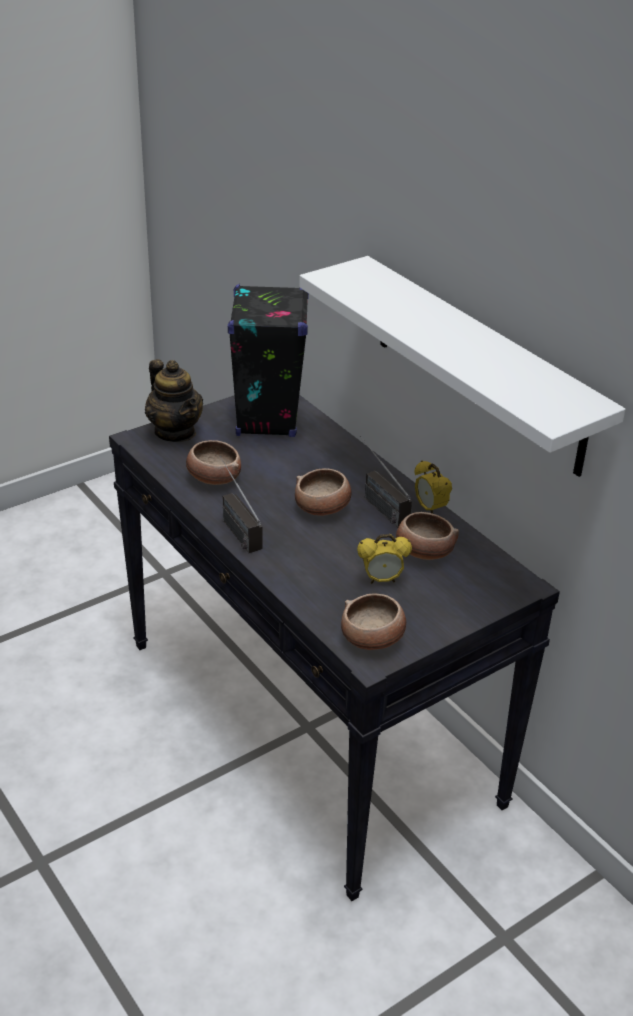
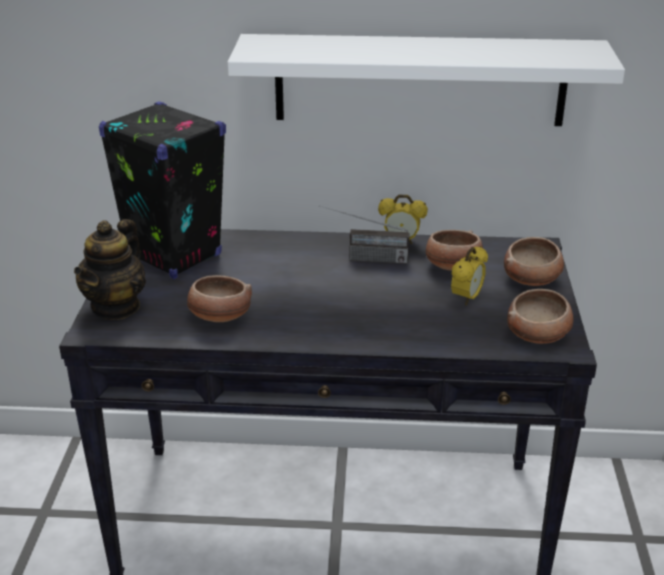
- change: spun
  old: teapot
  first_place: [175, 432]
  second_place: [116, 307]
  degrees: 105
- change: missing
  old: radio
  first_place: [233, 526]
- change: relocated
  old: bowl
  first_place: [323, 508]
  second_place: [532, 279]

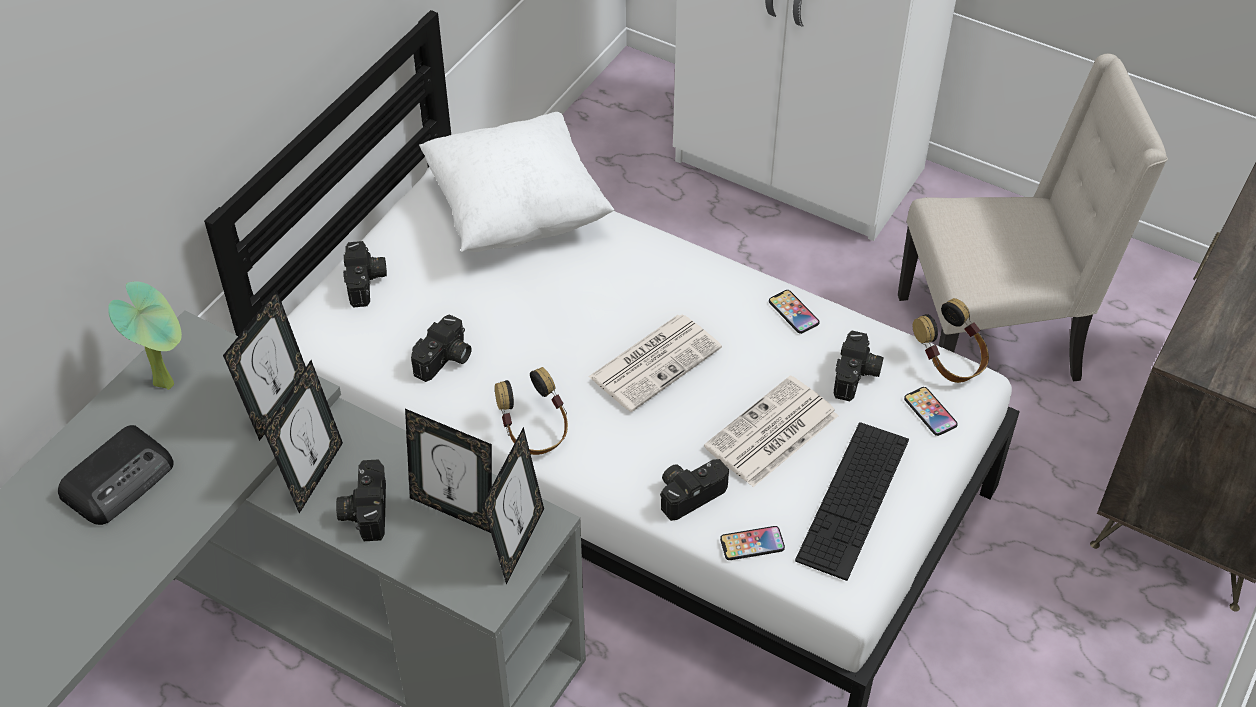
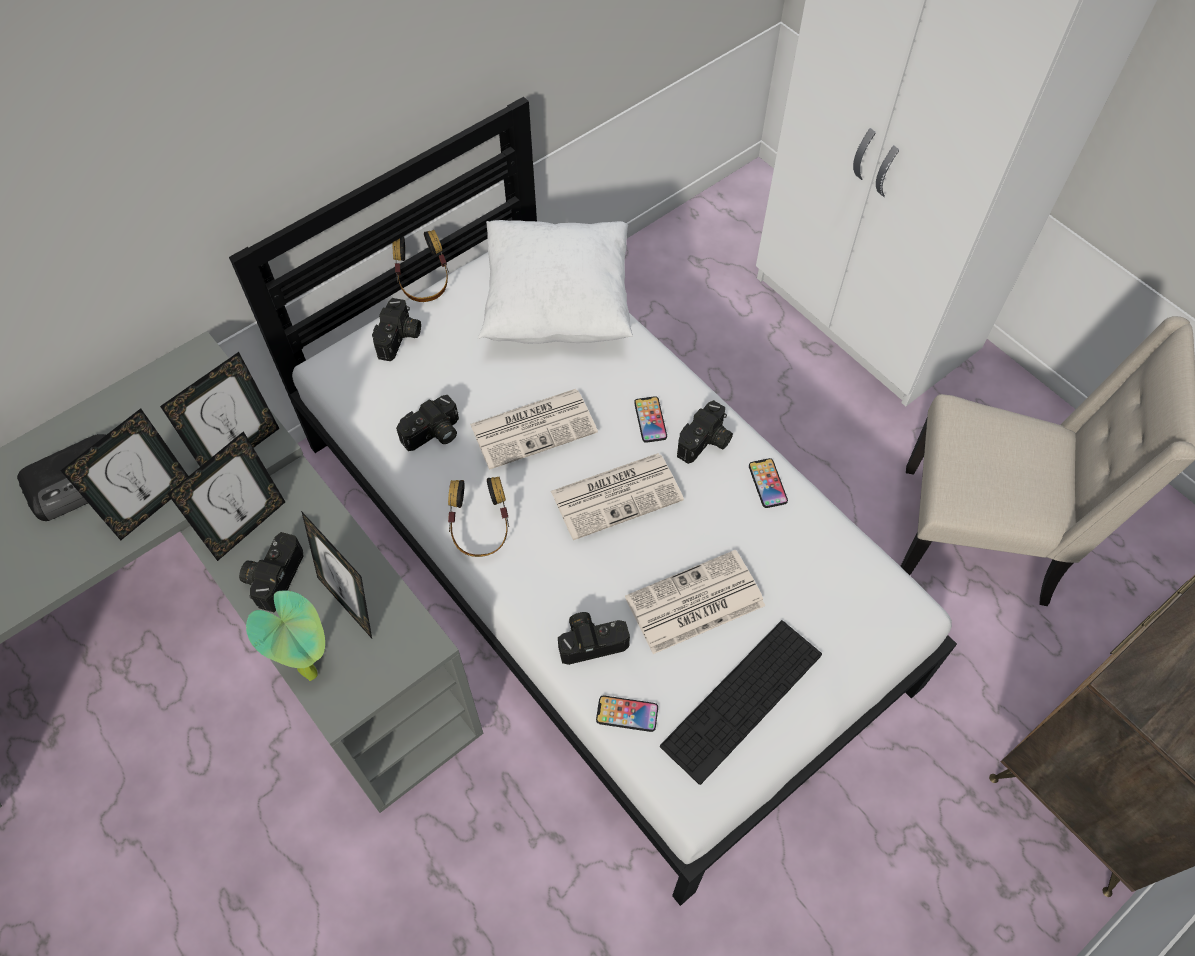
- change: relocated
  old: potted plant
  first_place: [168, 381]
  second_place: [313, 670]
- change: relocated
  old: headphones
  first_place: [950, 361]
  second_place: [424, 283]
- change: relocated
  old: photo camera
  first_place: [857, 377]
  second_place: [706, 443]
- change: relocated
  old: phone
  first_place: [930, 412]
  second_place: [650, 420]
- change: relocated
  old: picture frame
  first_place: [518, 543]
  second_place: [152, 506]
- change: appeared
  new: newspaper
  second_place: [535, 427]

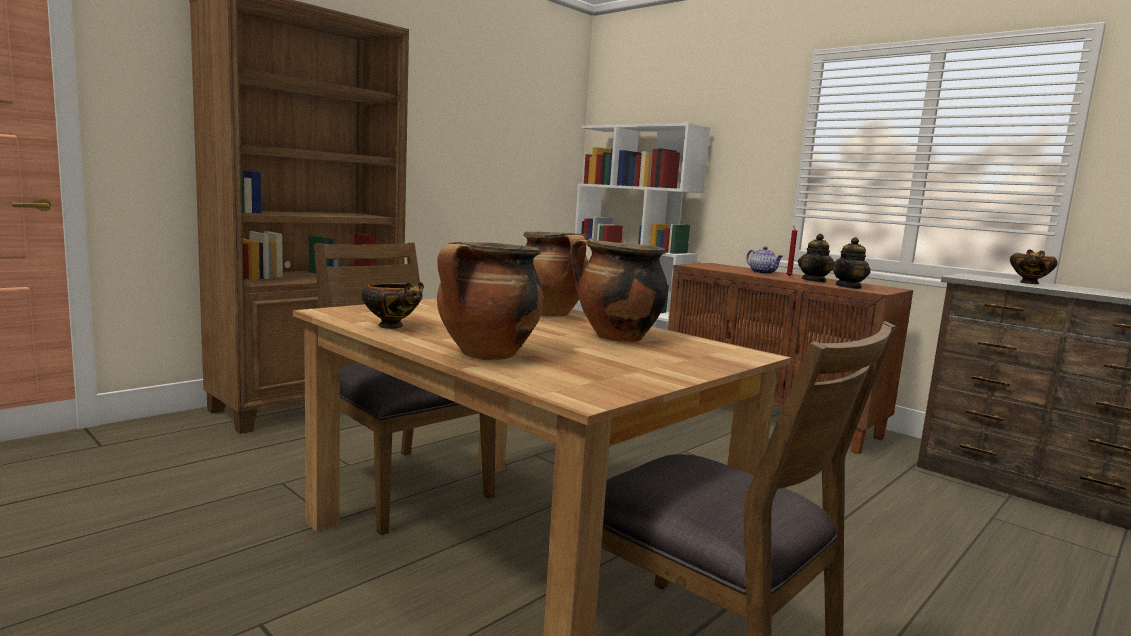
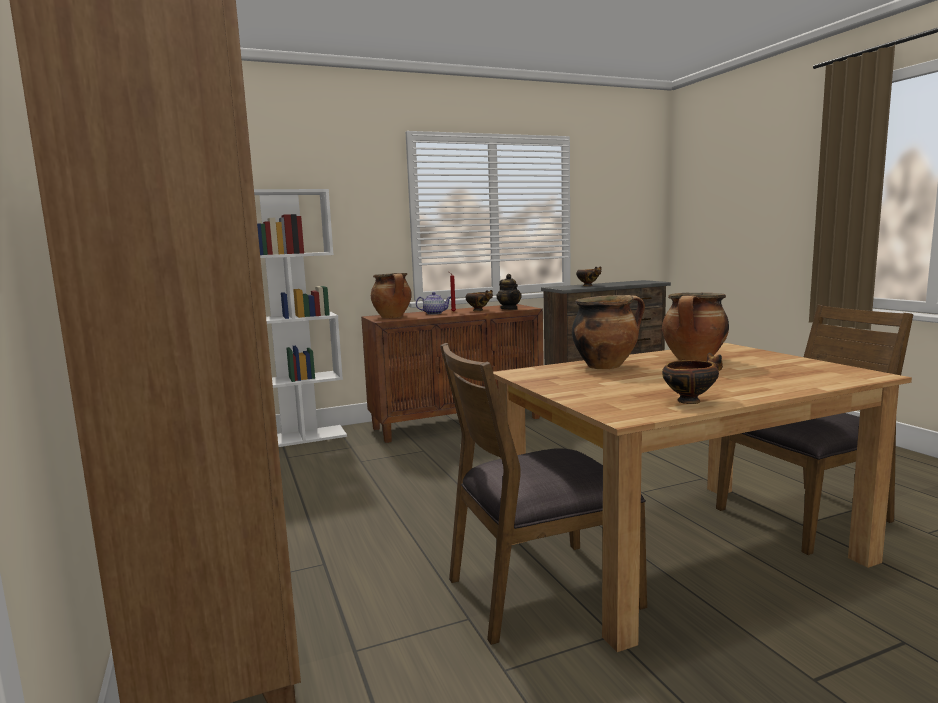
- change: exchanged
  old: teapot
  new: bowl
  first_place: [814, 281]
  second_place: [479, 310]
- change: relocated
  old: cooking pot
  first_place: [487, 355]
  second_place: [393, 317]

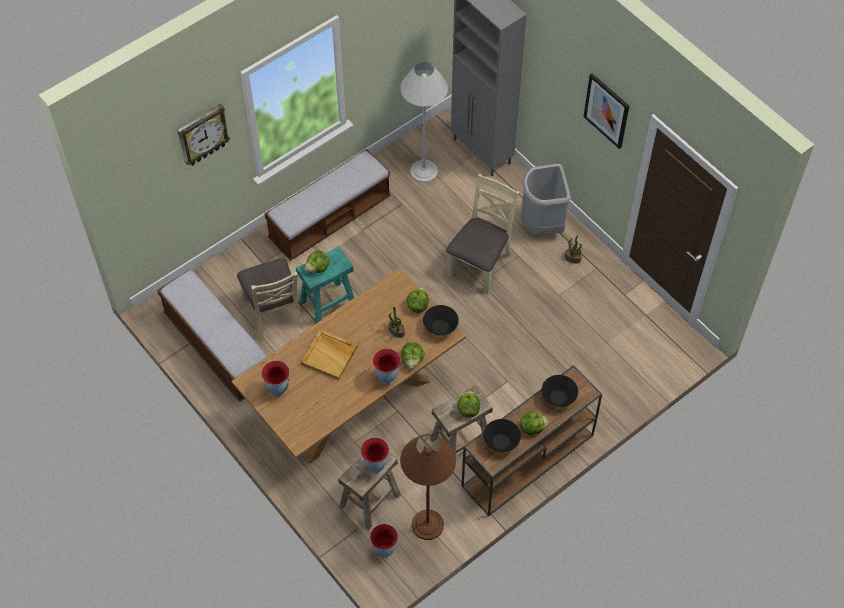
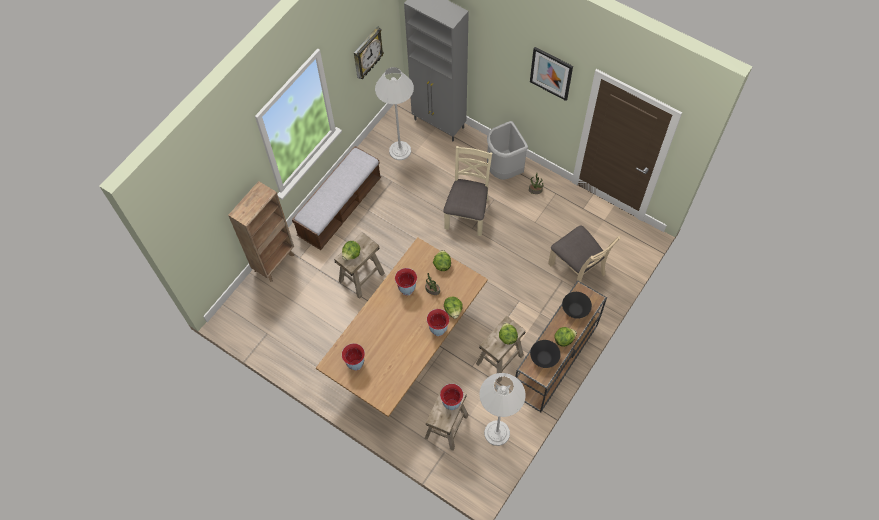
- change: relocated
  old: wall clock
  first_place: [202, 135]
  second_place: [367, 53]
- change: colour
  old: turquoise stool
  new: beige stool
  first_place: [328, 304]
  second_place: [361, 277]
- change: relocated
  old: beige chair
  first_place: [274, 313]
  second_place: [577, 269]
- change: missing
  old: bench
  first_place: [217, 348]
- change: missing
  old: black bowl
  first_place: [440, 327]
- change: missing
  old: beige tray
  first_place: [330, 355]
- change: colour
  old: brown floor lamp
  new: white floor lamp
  first_place: [427, 525]
  second_place: [497, 433]
- change: relocated
  old: vase
  first_place: [384, 551]
  second_place: [407, 290]
- change: appeared
  new: brown bookcase
  second_place: [275, 262]

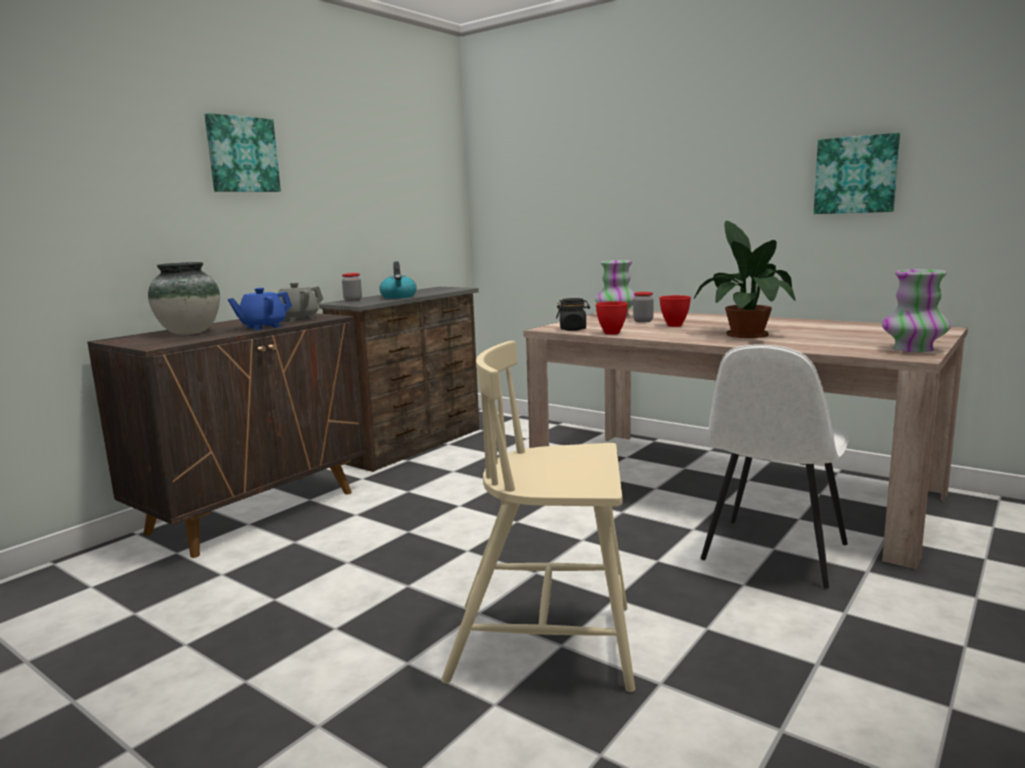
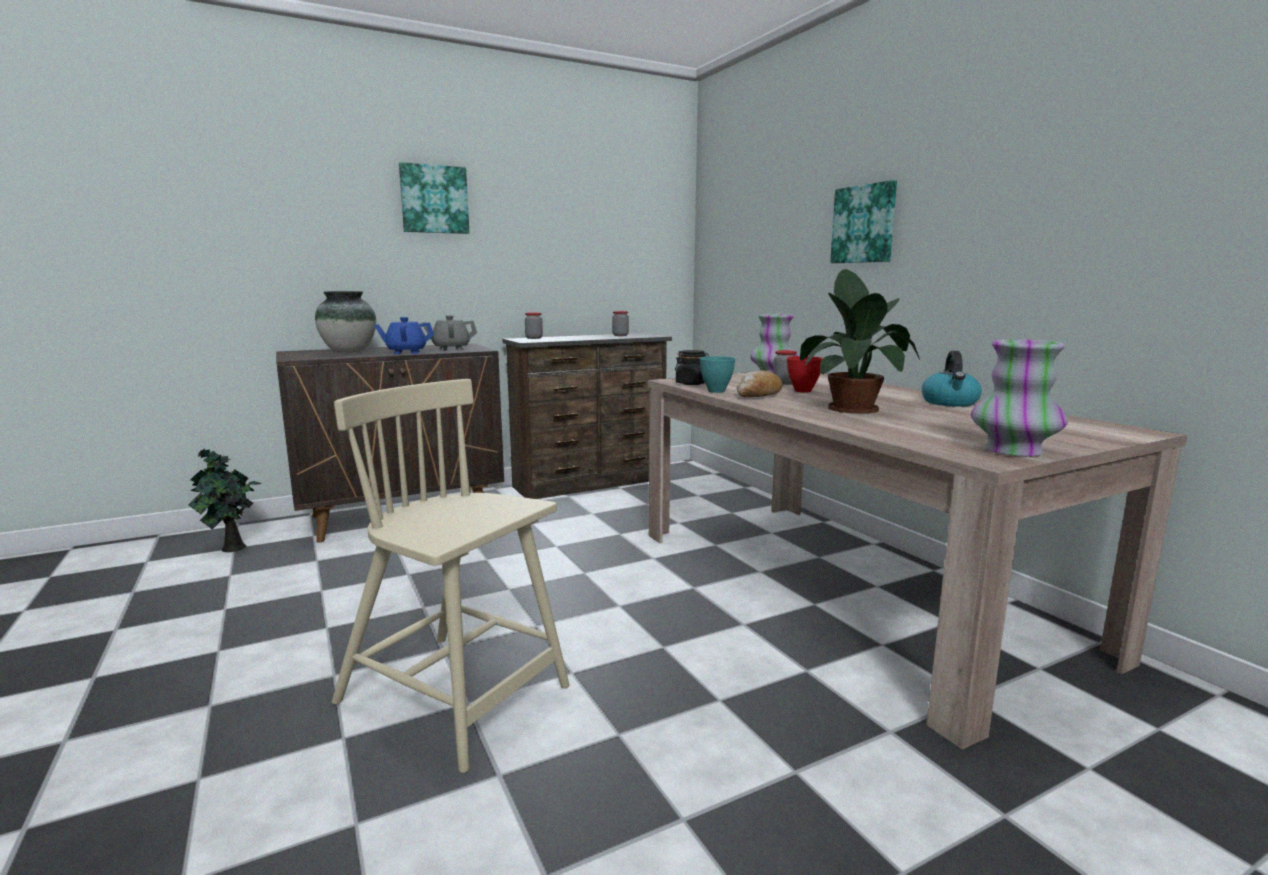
- change: relocated
  old: picture
  first_place: [856, 175]
  second_place: [864, 224]
- change: relocated
  old: kettle
  first_place: [399, 297]
  second_place: [950, 403]
- change: colour
  old: red bowl
  new: turquoise bowl
  first_place: [611, 333]
  second_place: [716, 391]
- change: missing
  old: white chair
  first_place: [773, 553]
- change: appeared
  new: jar
  second_place: [620, 335]
- change: appeared
  new: bread
  second_place: [758, 395]
- change: appeared
  new: potted plant
  second_place: [231, 548]

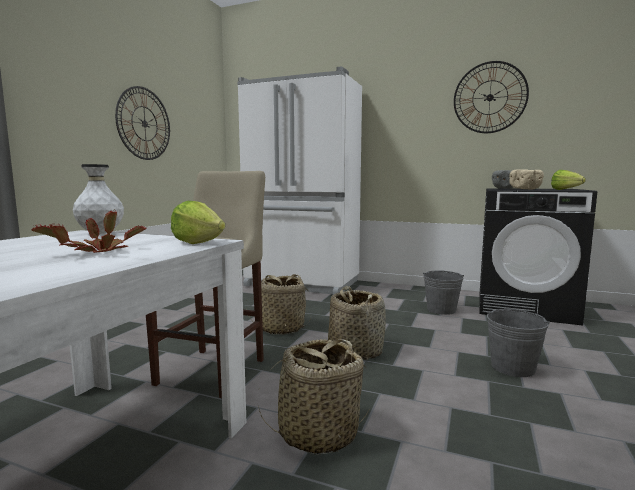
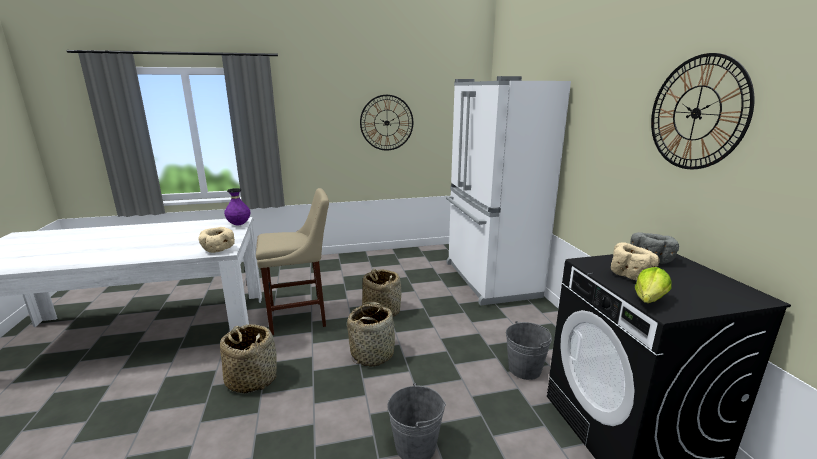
- change: colour
  old: white vase
  new: purple vase
  first_place: [100, 233]
  second_place: [239, 224]
- change: exchanged
  old: lettuce
  new: beige bowl
  first_place: [197, 242]
  second_place: [218, 250]
- change: missing
  old: potted plant
  first_place: [97, 252]

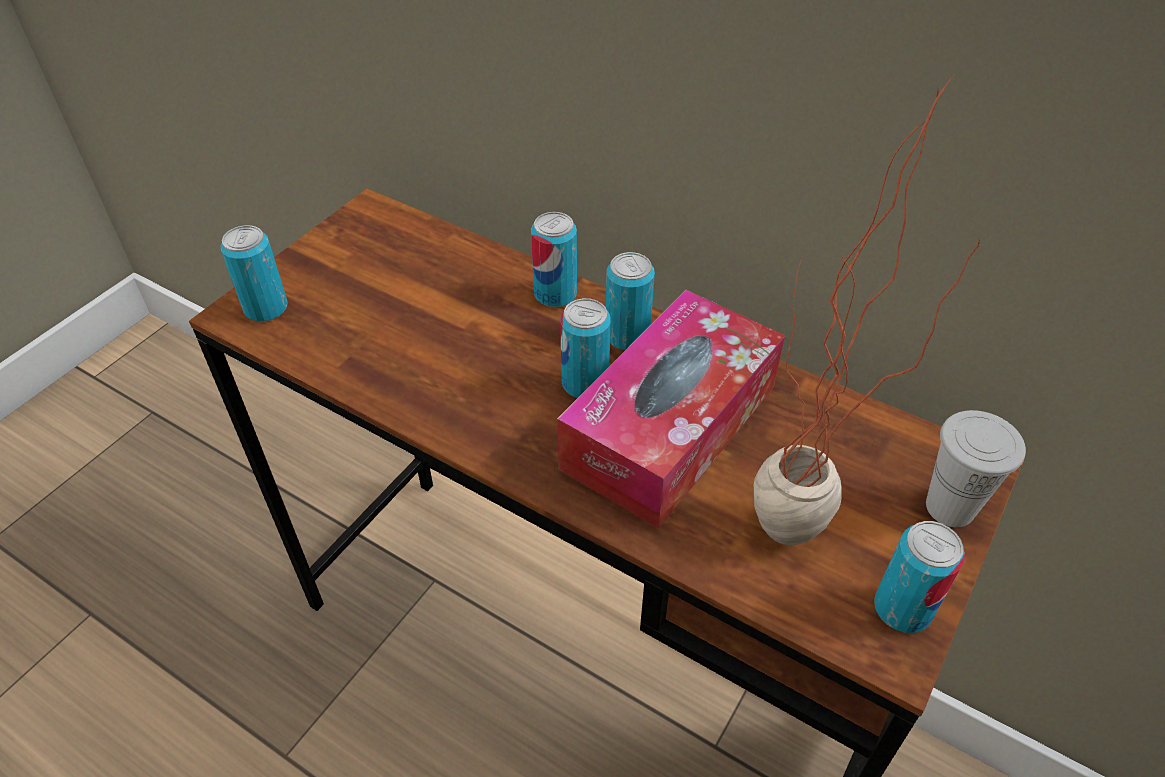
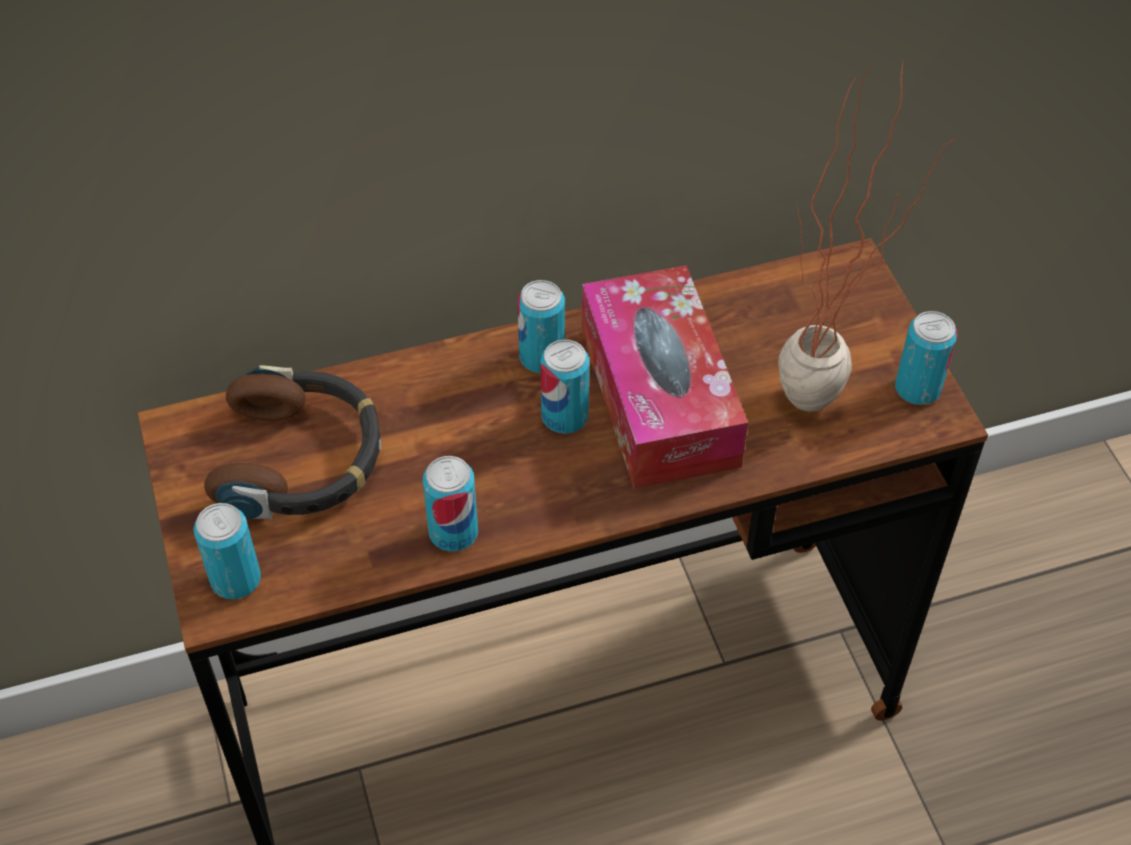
- change: relocated
  old: can
  first_place: [555, 294]
  second_place: [453, 533]
- change: missing
  old: white cup
  first_place: [950, 507]
- change: appeared
  new: headphones
  second_place: [301, 458]

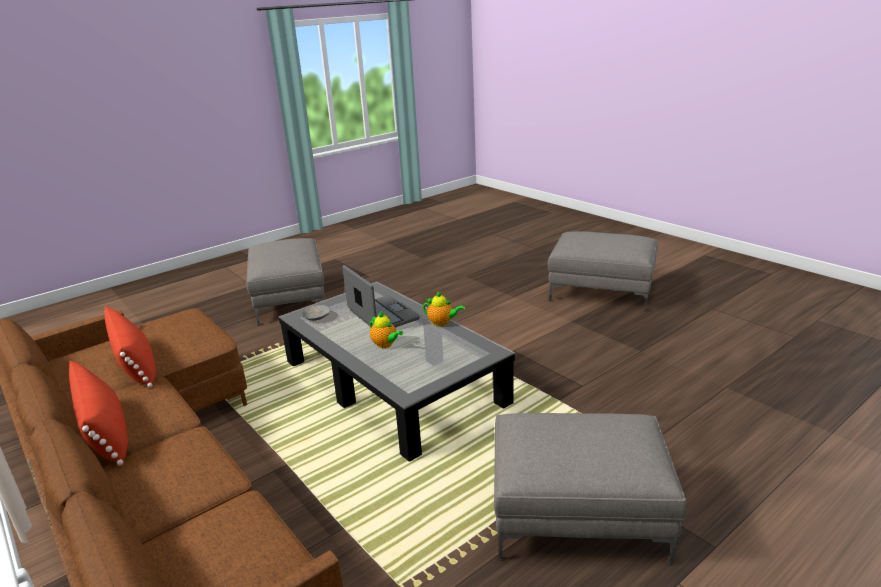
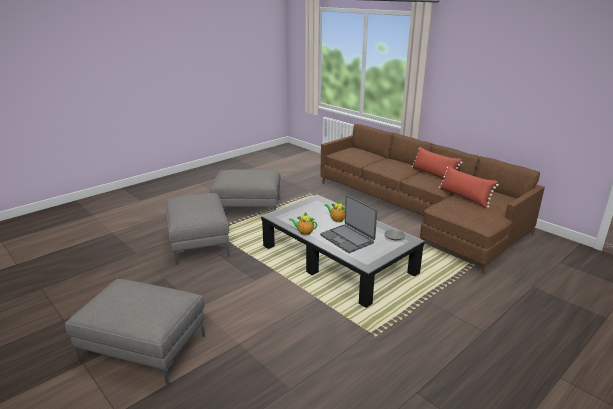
- change: relocated
  old: grey ottoman
  first_place: [291, 301]
  second_place: [197, 242]

